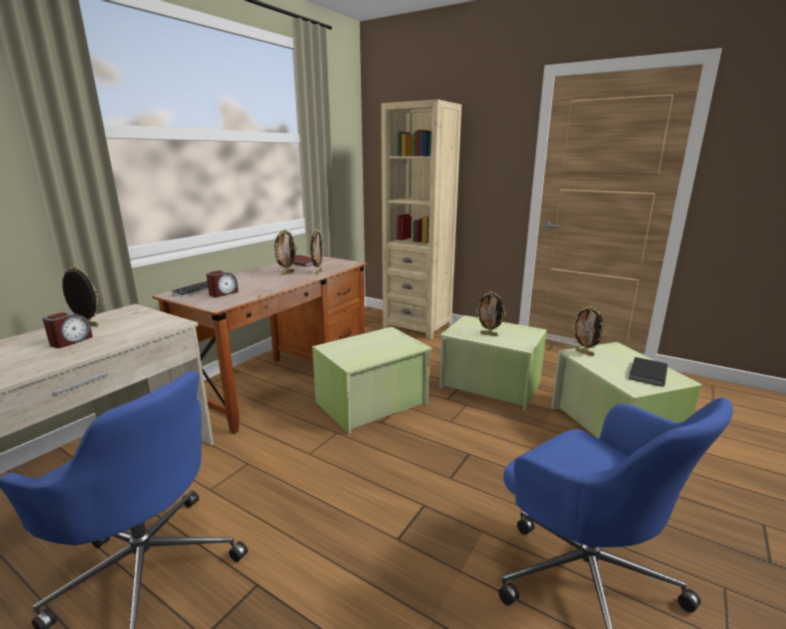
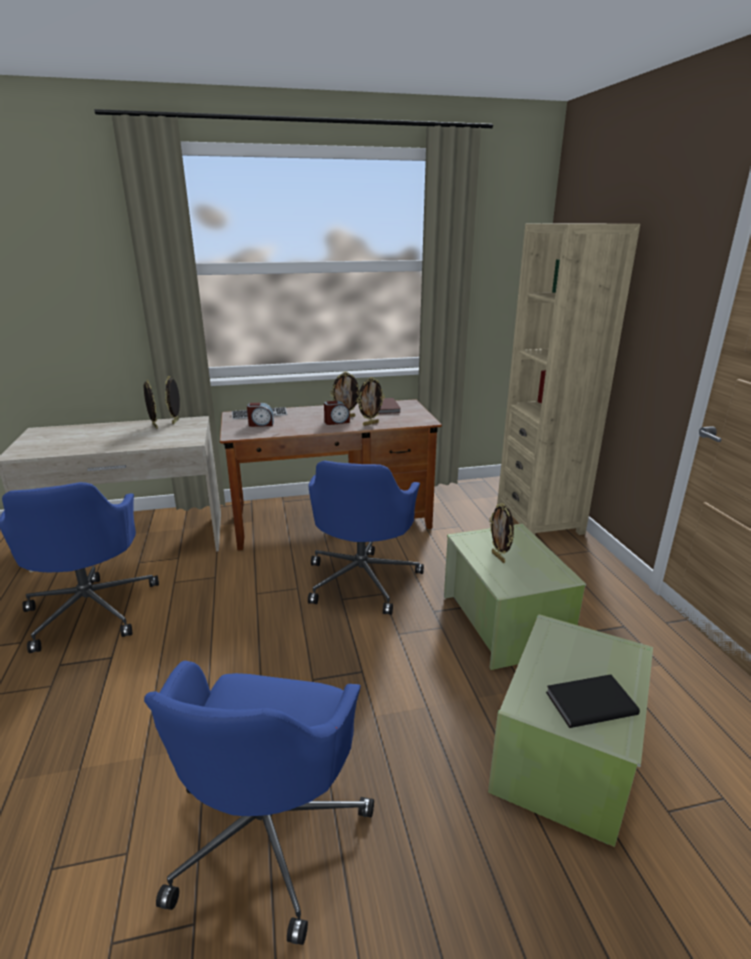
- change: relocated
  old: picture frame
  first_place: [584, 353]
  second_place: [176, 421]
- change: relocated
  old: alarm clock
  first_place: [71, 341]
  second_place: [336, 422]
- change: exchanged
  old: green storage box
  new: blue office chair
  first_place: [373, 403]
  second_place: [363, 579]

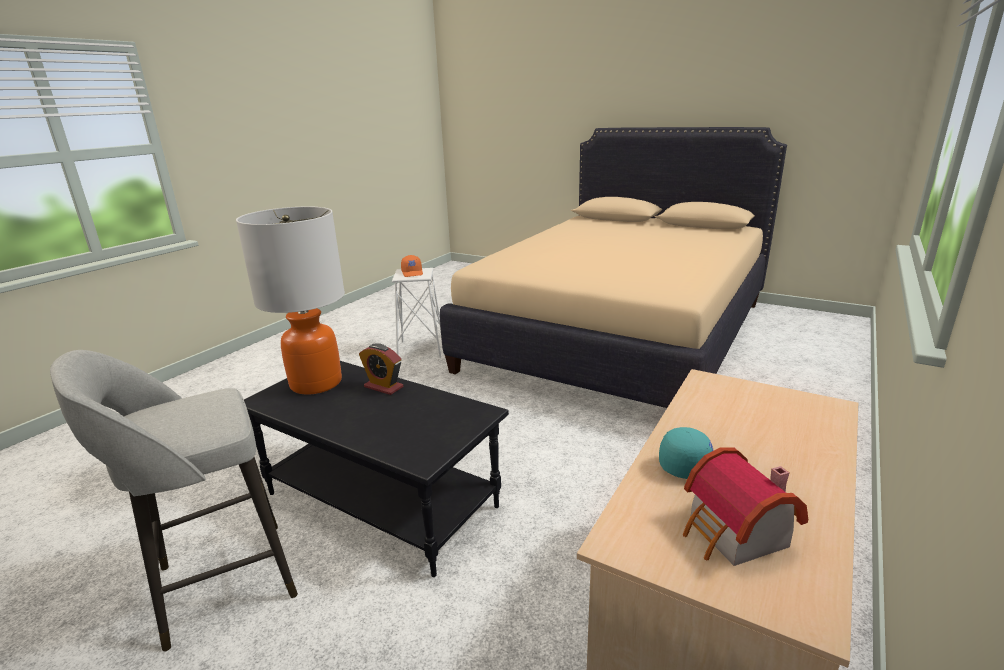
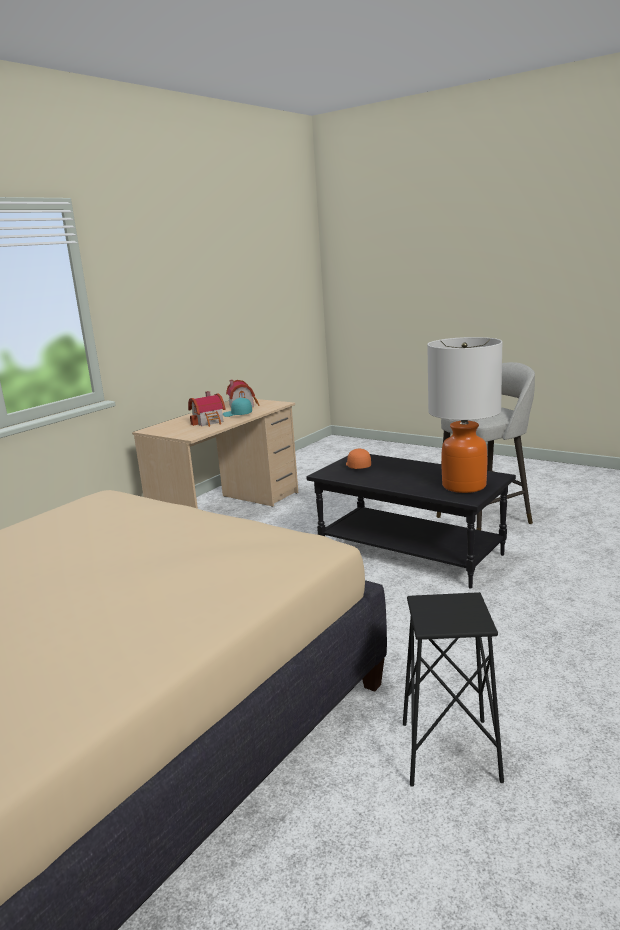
- change: relocated
  old: orange cap
  first_place: [413, 273]
  second_place: [357, 466]
- change: colour
  old: white stool
  new: black stool
  first_place: [421, 349]
  second_place: [449, 752]
- change: missing
  old: alarm clock
  first_place: [383, 387]
- change: appeared
  new: toy house
  second_place: [209, 422]

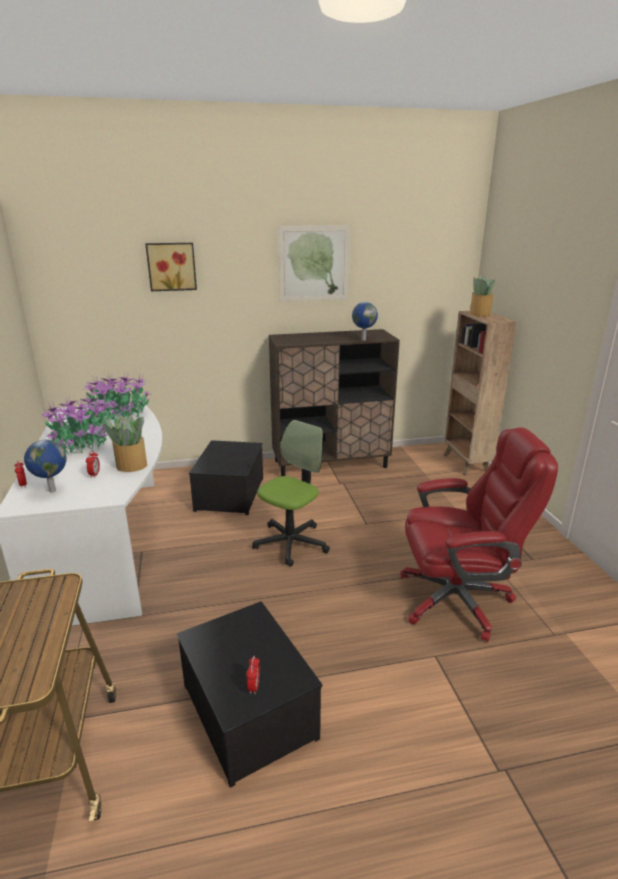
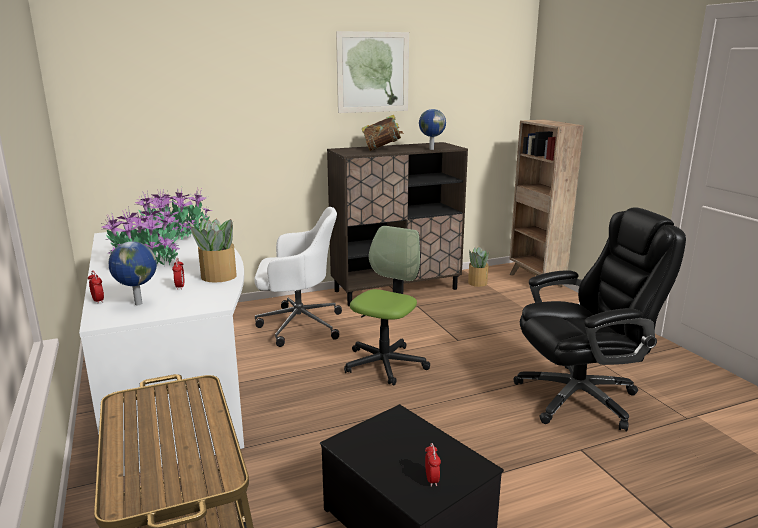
- change: missing
  old: picture
  first_place: [171, 266]
- change: relocated
  old: potted plant
  first_place: [479, 314]
  second_place: [477, 283]
- change: colour
  old: red office chair
  new: black office chair
  first_place: [457, 599]
  second_place: [580, 397]
- change: exchanged
  old: storage box
  new: white office chair
  first_place: [230, 494]
  second_place: [298, 325]
- change: appeared
  new: book
  second_place: [382, 149]

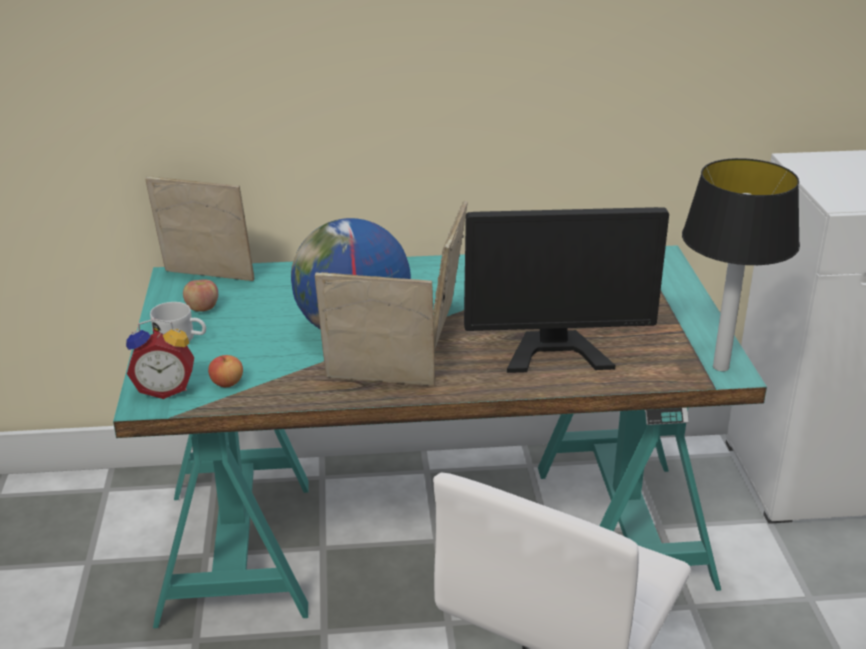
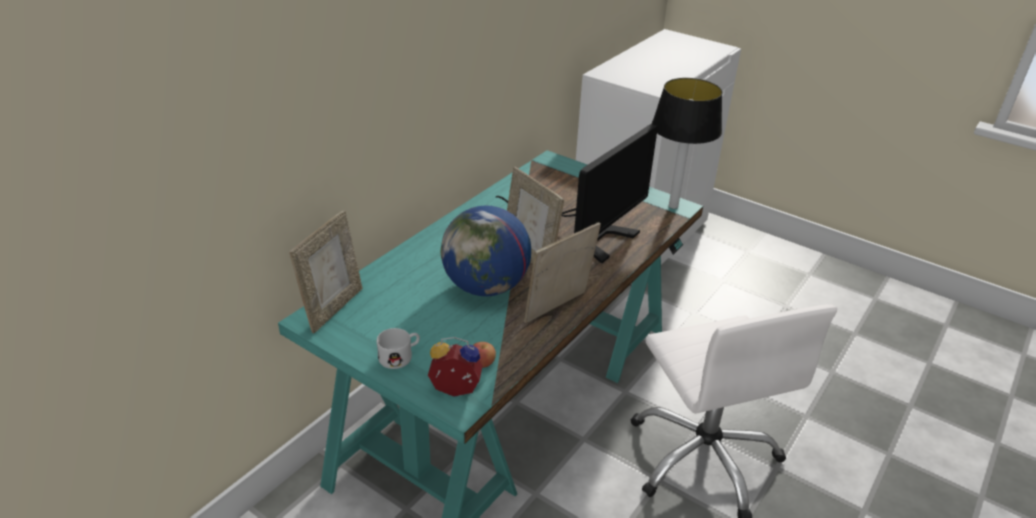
- change: spun
  old: picture frame
  first_place: [206, 278]
  second_place: [333, 308]
  degrees: 150
- change: missing
  old: apple
  first_place: [202, 308]
- change: spun
  old: alarm clock
  first_place: [165, 389]
  second_place: [455, 392]
  degrees: -120

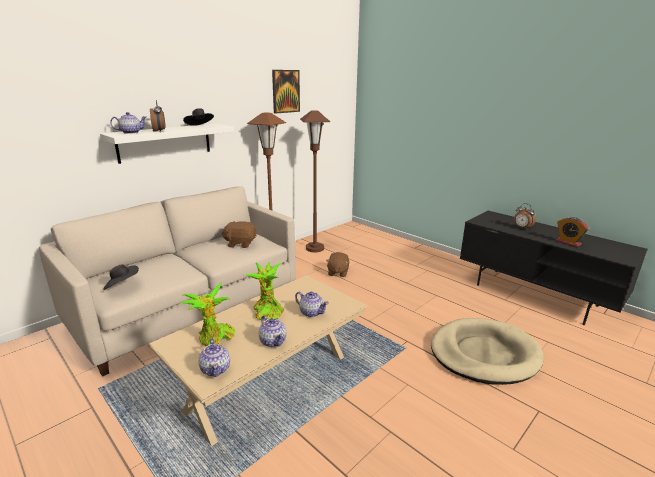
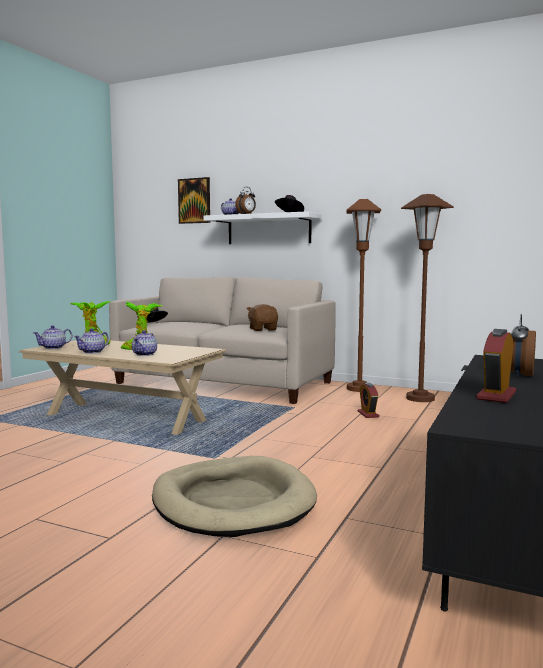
- change: relocated
  old: picture
  first_place: [285, 91]
  second_place: [194, 201]
- change: exchanged
  old: brown plush toy
  new: alarm clock
  first_place: [337, 272]
  second_place: [368, 414]

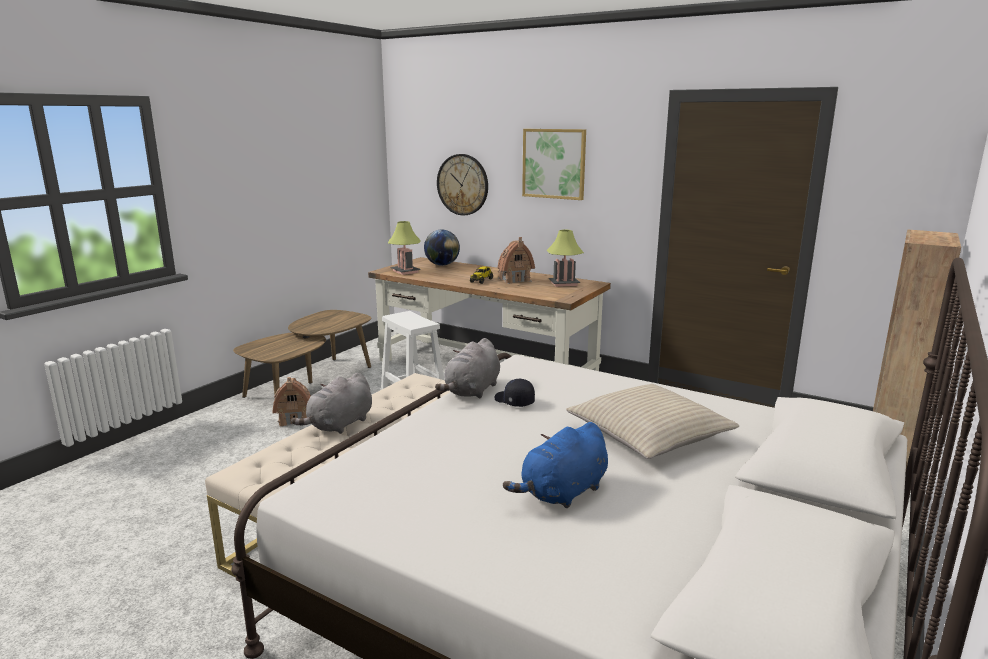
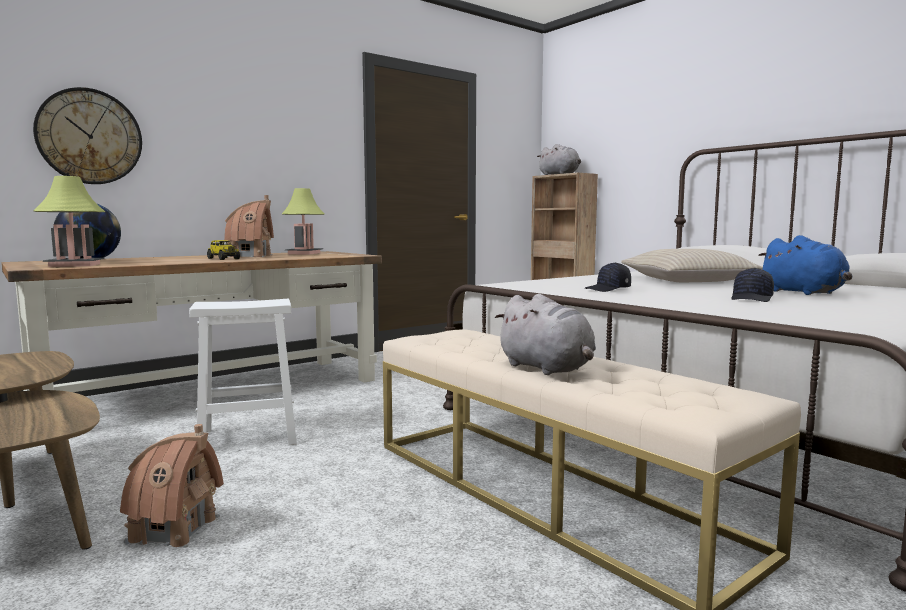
- change: missing
  old: picture
  first_place: [554, 163]
- change: relocated
  old: grey plush toy
  first_place: [472, 391]
  second_place: [560, 174]
- change: appeared
  new: black cap
  second_place: [752, 299]

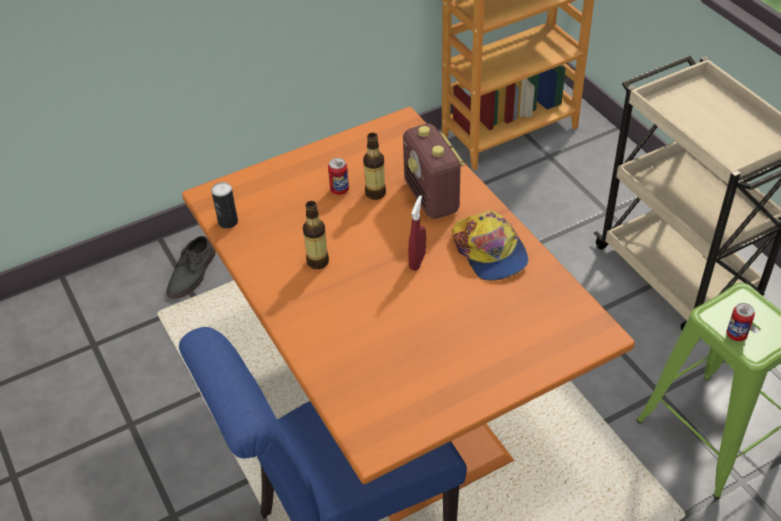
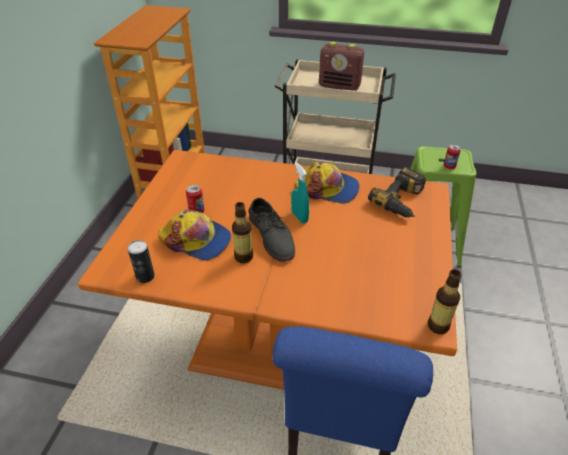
- change: relocated
  old: radio
  first_place: [432, 198]
  second_place: [340, 86]
- change: relocated
  old: bottle
  first_place: [375, 193]
  second_place: [438, 326]
- change: colour
  old: red spray bottle
  new: turquoise spray bottle
  first_place: [417, 261]
  second_place: [299, 217]
- change: relocated
  old: grey shoe
  first_place: [192, 273]
  second_place: [272, 236]
- change: appeared
  new: power drill
  second_place: [403, 201]
- change: appeared
  new: cap
  second_place: [196, 240]

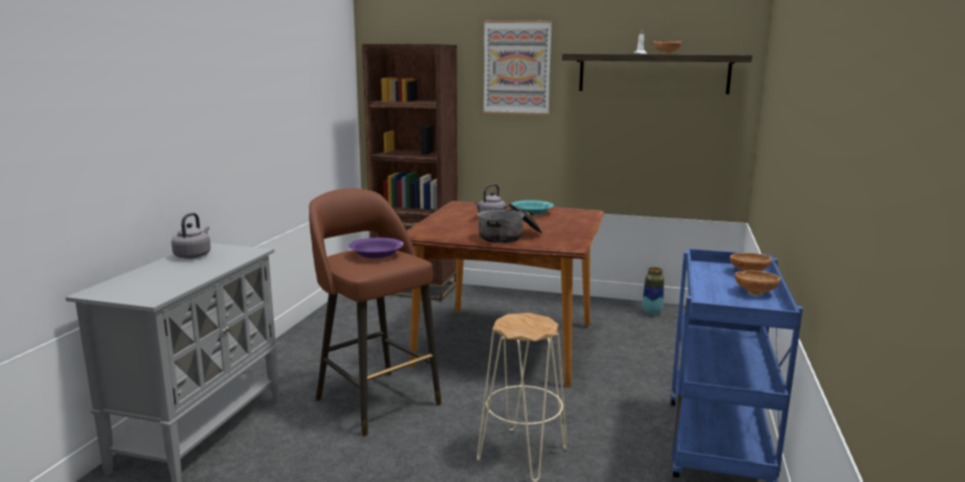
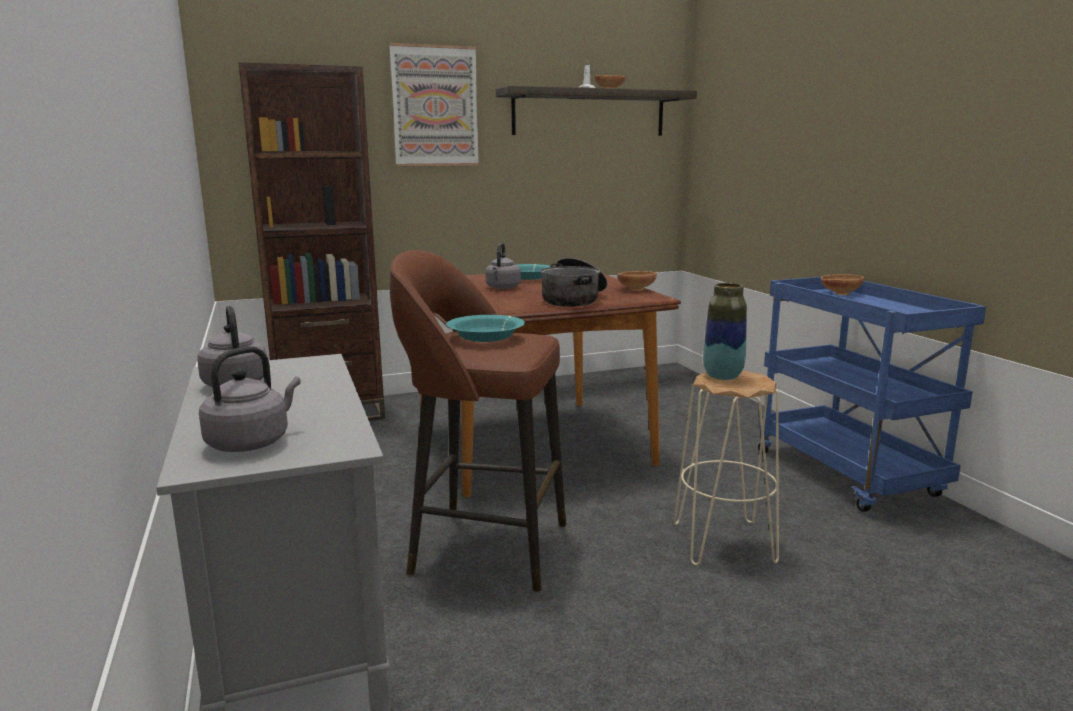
- change: colour
  old: purple bowl
  new: turquoise bowl
  first_place: [376, 254]
  second_place: [486, 337]
- change: relocated
  old: vase
  first_place: [651, 313]
  second_place: [722, 376]
- change: relocated
  old: brown bowl
  first_place: [755, 292]
  second_place: [636, 289]
- change: appeared
  new: grey kettle
  second_place: [252, 442]

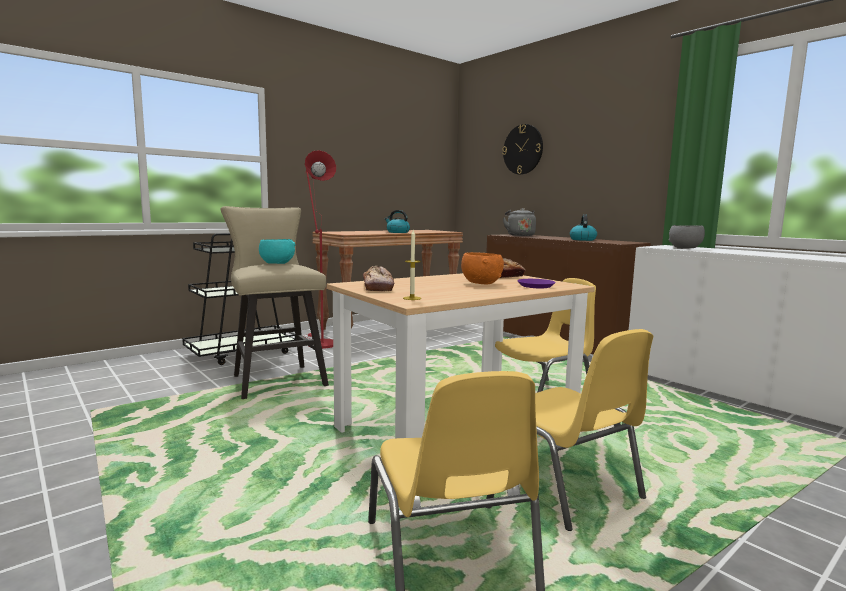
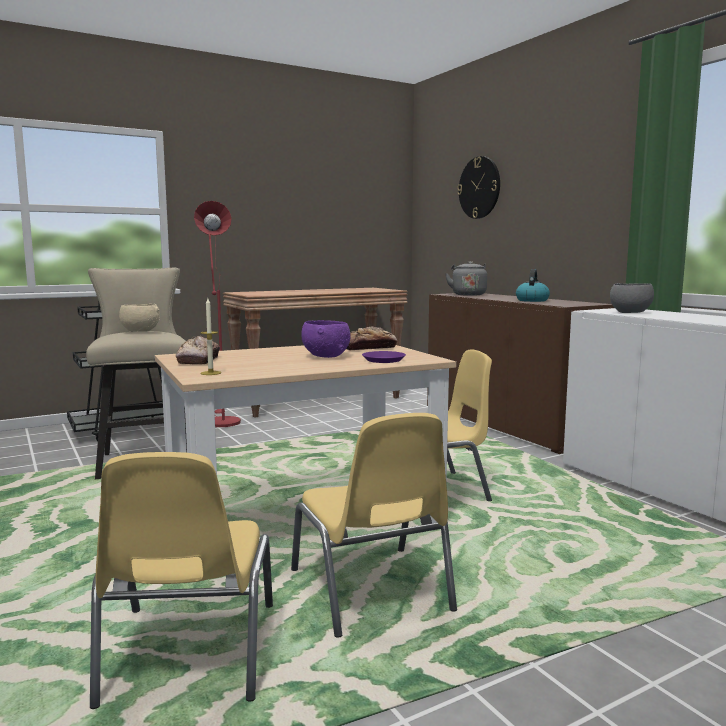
- change: missing
  old: kettle
  first_place: [397, 232]
- change: colour
  old: turquoise bowl
  new: beige bowl
  first_place: [276, 264]
  second_place: [140, 331]
- change: colour
  old: orange bowl
  new: purple bowl
  first_place: [481, 283]
  second_place: [326, 356]

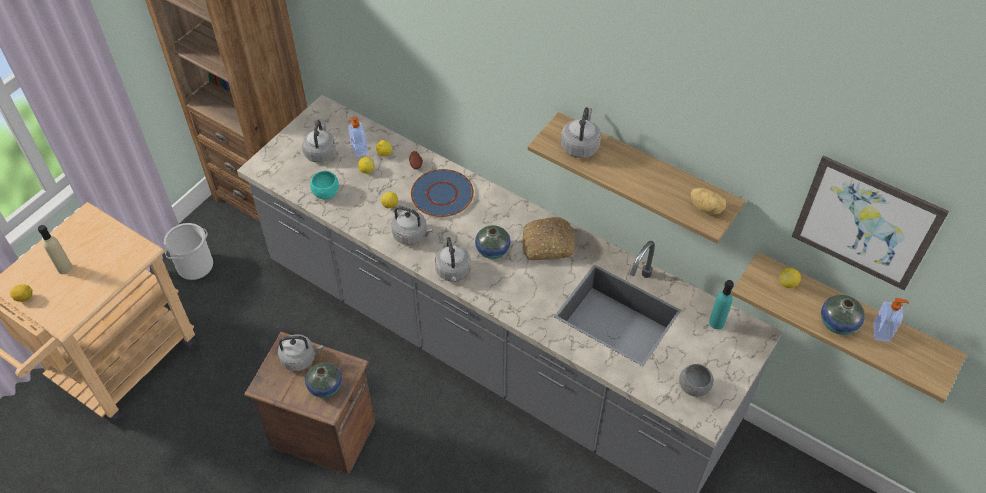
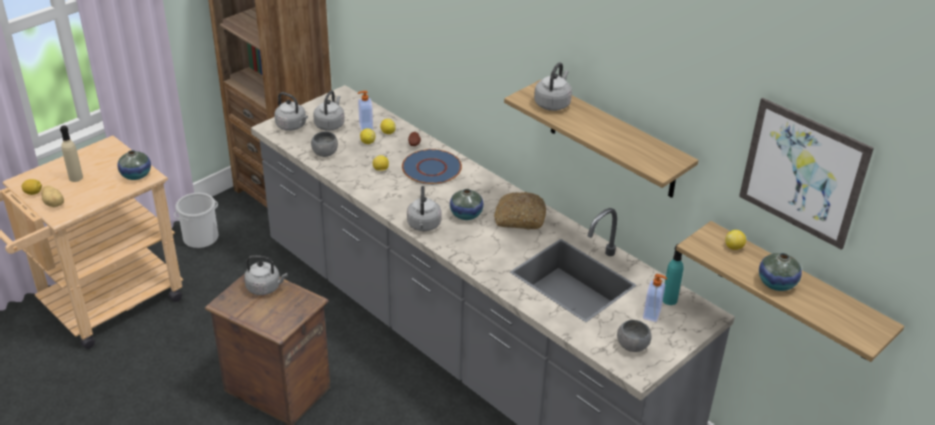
- change: colour
  old: turquoise bowl
  new: grey bowl
  first_place: [326, 193]
  second_place: [325, 153]
- change: relocated
  old: potato
  first_place: [706, 207]
  second_place: [54, 203]
- change: relocated
  old: grey kettle
  first_place: [412, 235]
  second_place: [292, 126]
- change: relocated
  old: soap dispenser
  first_place: [882, 332]
  second_place: [652, 314]
- change: relocated
  old: vase
  first_place: [325, 386]
  second_place: [136, 175]

